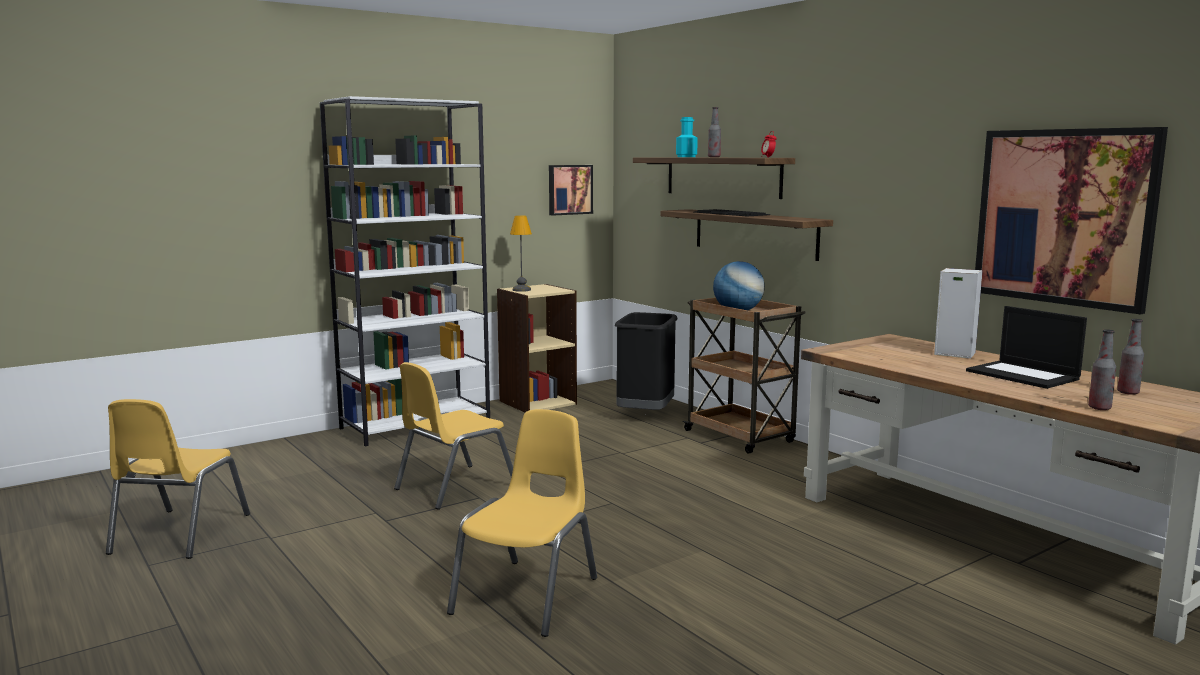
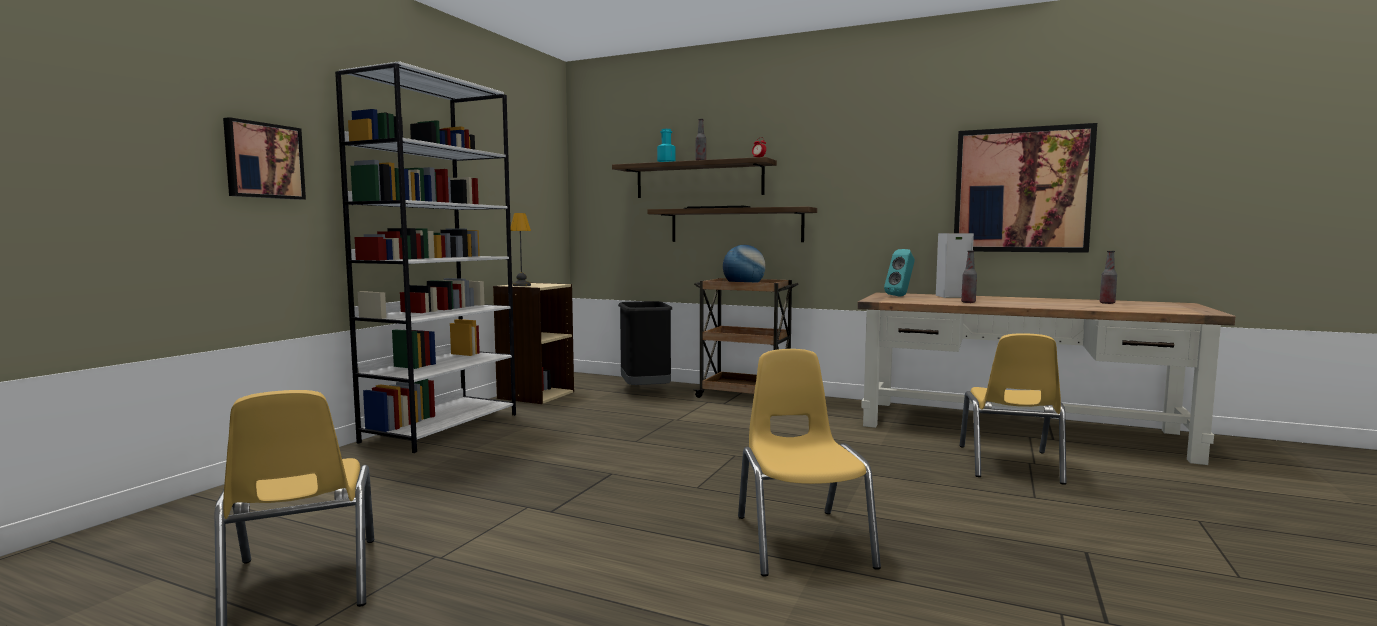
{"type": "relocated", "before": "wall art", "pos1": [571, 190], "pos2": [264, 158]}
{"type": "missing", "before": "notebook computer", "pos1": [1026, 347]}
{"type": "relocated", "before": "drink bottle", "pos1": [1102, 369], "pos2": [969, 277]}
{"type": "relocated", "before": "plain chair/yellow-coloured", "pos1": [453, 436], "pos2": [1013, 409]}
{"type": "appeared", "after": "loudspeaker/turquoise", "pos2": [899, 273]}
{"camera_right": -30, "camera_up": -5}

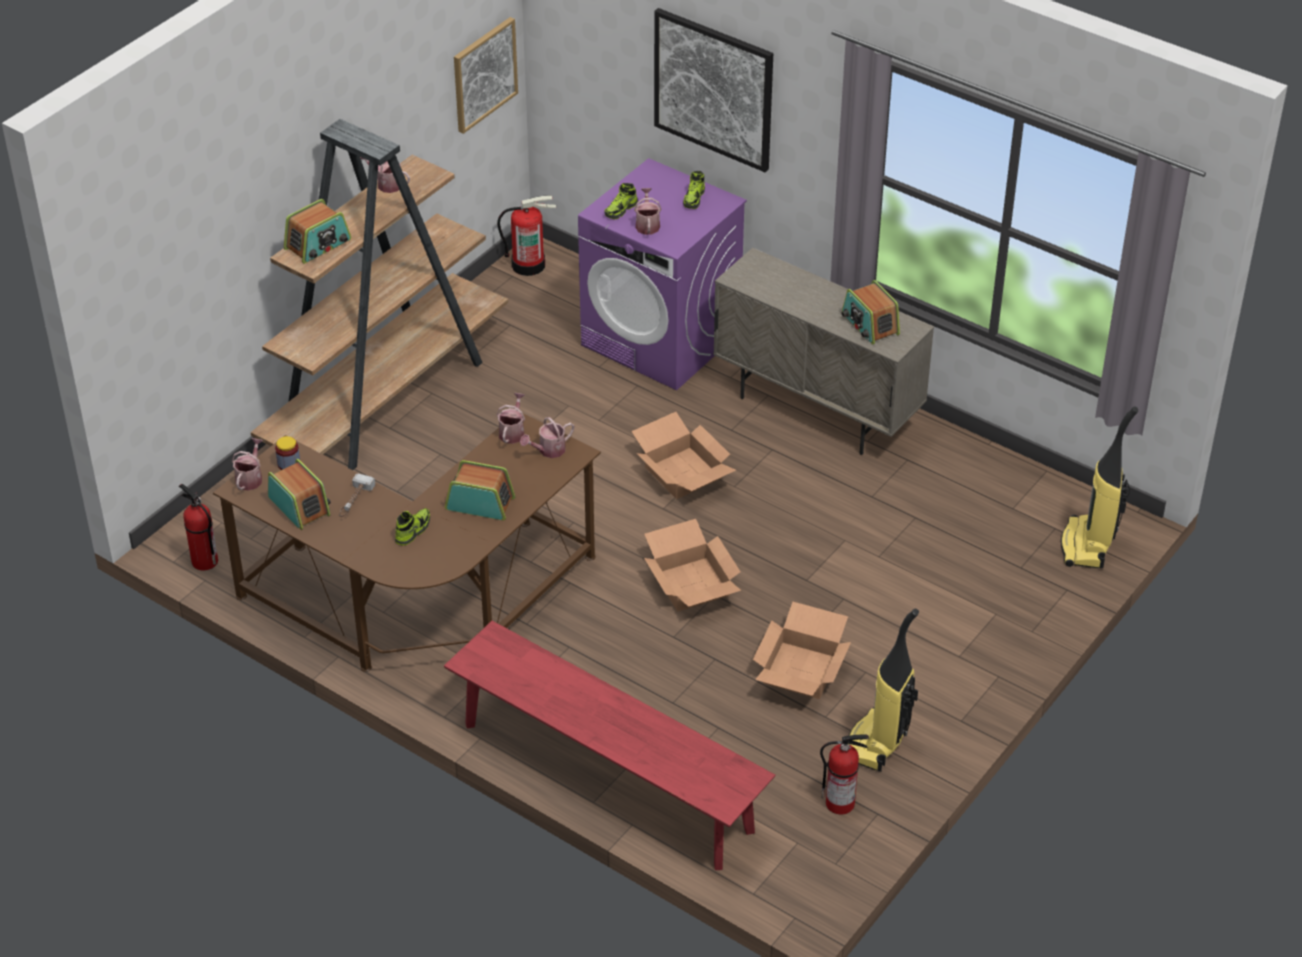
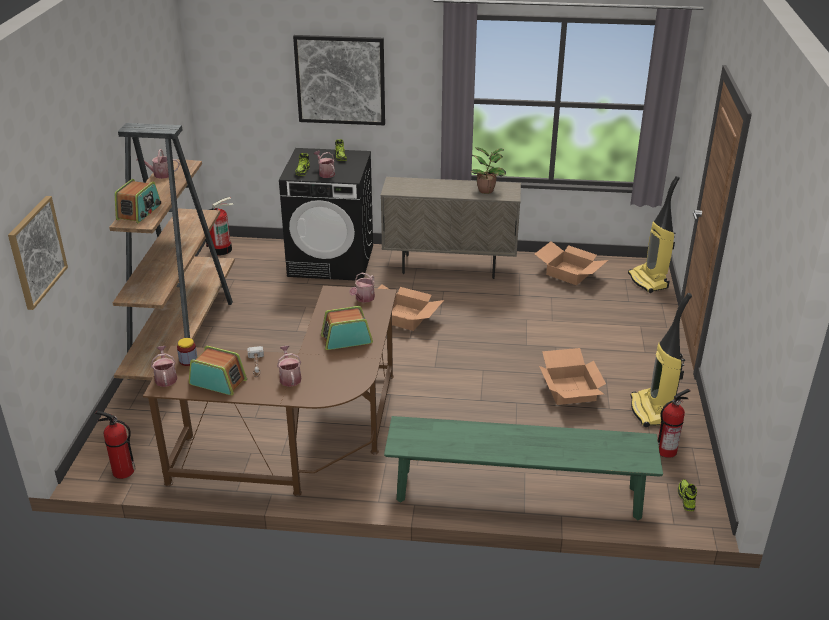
{"type": "relocated", "before": "wall art", "pos1": [486, 75], "pos2": [38, 253]}
{"type": "colour", "before": "laundry appliance/purple", "after": "laundry appliance/blackish", "pos1": [662, 274], "pos2": [326, 214]}
{"type": "exchanged", "before": "radio", "after": "houseplant", "pos1": [870, 312], "pos2": [488, 170]}
{"type": "relocated", "before": "watering can", "pos1": [510, 418], "pos2": [289, 366]}
{"type": "relocated", "before": "shoe", "pos1": [412, 527], "pos2": [687, 495]}
{"type": "relocated", "before": "carton", "pos1": [693, 565], "pos2": [571, 263]}
{"type": "colour", "before": "indoor bench/red", "after": "indoor bench/green", "pos1": [609, 745], "pos2": [523, 468]}
{"camera_right": -30, "camera_up": -10}

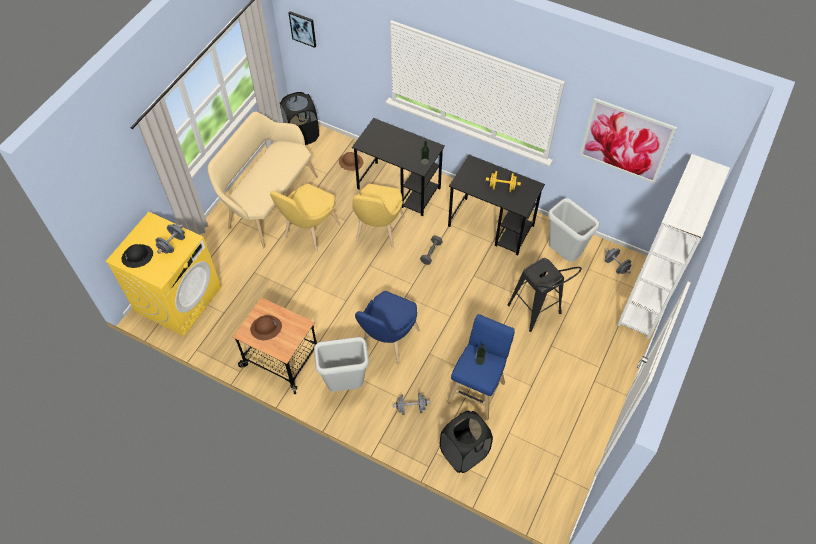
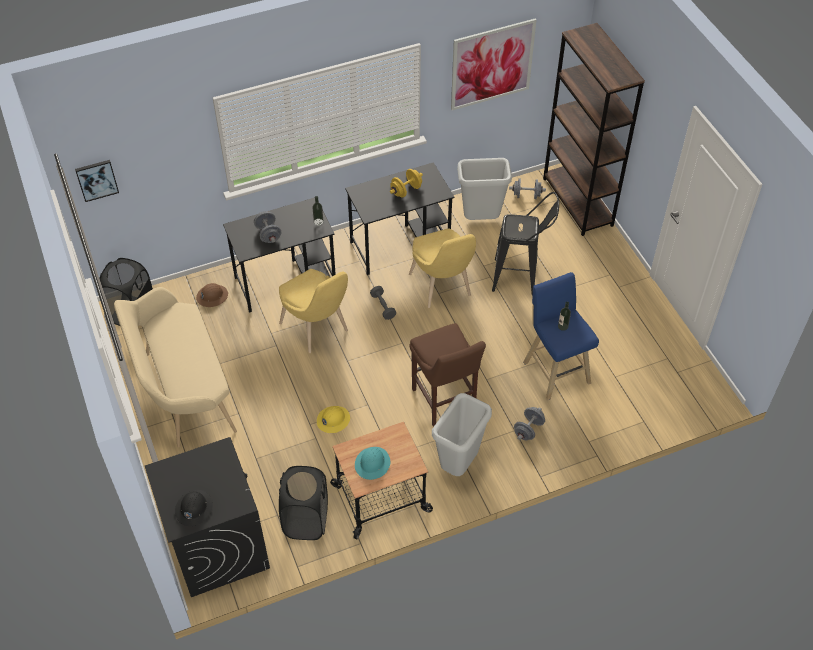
{"type": "colour", "before": "shelving unit/whitish", "after": "shelving unit/brown-coloured", "pos1": [673, 246], "pos2": [594, 129]}
{"type": "relocated", "before": "plain chair/yellow-coloured", "pos1": [305, 218], "pos2": [442, 268]}
{"type": "colour", "before": "laundry appliance/yellow-coloured", "after": "laundry appliance/blackish", "pos1": [163, 274], "pos2": [207, 517]}
{"type": "relocated", "before": "free weight/grey", "pos1": [170, 239], "pos2": [267, 227]}
{"type": "exchanged", "before": "plain chair/blue-coloured", "after": "sitting stool/brown-coloured", "pos1": [387, 328], "pos2": [447, 375]}
{"type": "colour", "before": "work helmet/brown-coloured", "after": "work helmet/turquoise", "pos1": [266, 327], "pos2": [372, 463]}
{"type": "relocated", "before": "washing basket/blackish", "pos1": [466, 442], "pos2": [303, 503]}
{"type": "appeared", "after": "work helmet/yellow-coloured", "pos2": [333, 419]}
{"camera_right": -50, "camera_up": -5}

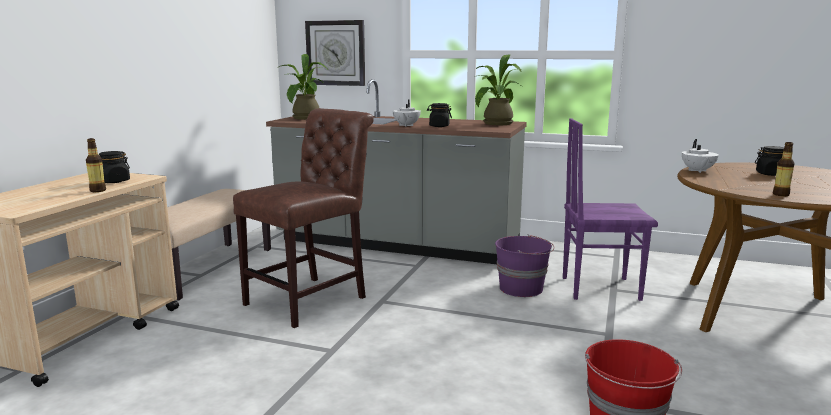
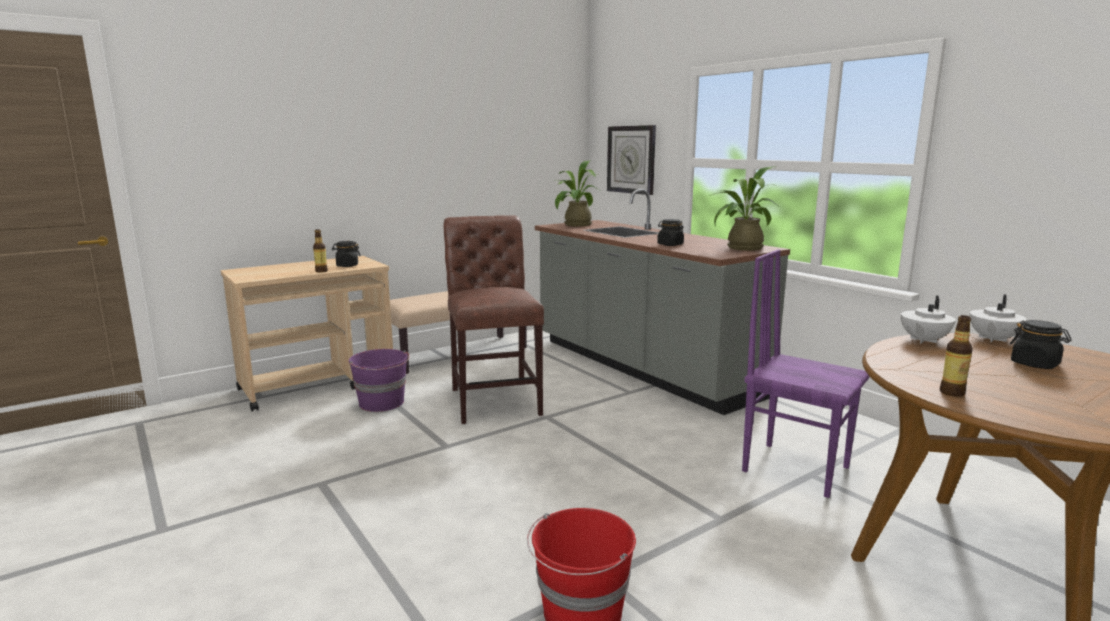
{"type": "relocated", "before": "teapot/whitish", "pos1": [407, 113], "pos2": [998, 318]}
{"type": "spun", "before": "plain chair/brown-coloured", "pos1": [303, 218], "pos2": [493, 319], "turn": -90}
{"type": "relocated", "before": "bucket/purple", "pos1": [524, 265], "pos2": [379, 380]}
{"camera_right": 35, "camera_up": 0}

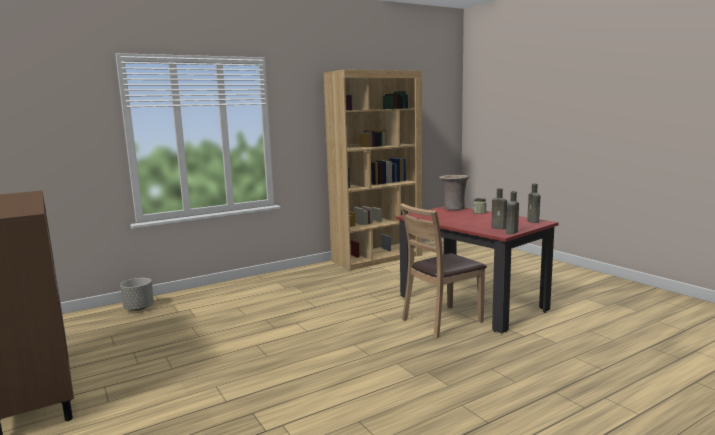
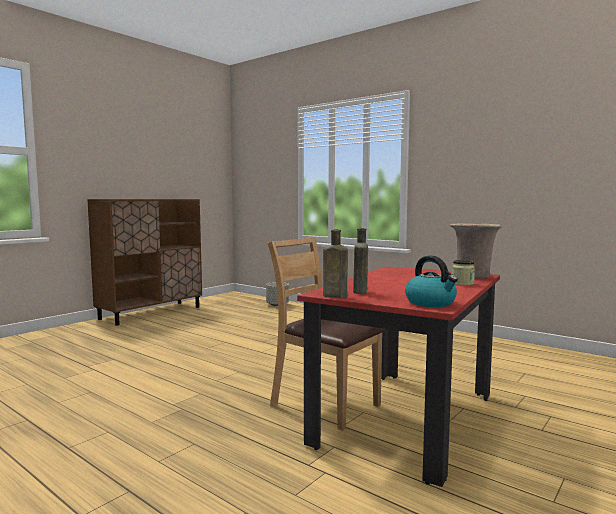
{"type": "missing", "before": "shelving unit/brown-coloured", "pos1": [373, 169]}
{"type": "exchanged", "before": "drink bottle/brown-coloured", "after": "tea kettle", "pos1": [533, 203], "pos2": [431, 281]}
{"camera_right": 70, "camera_up": -5}

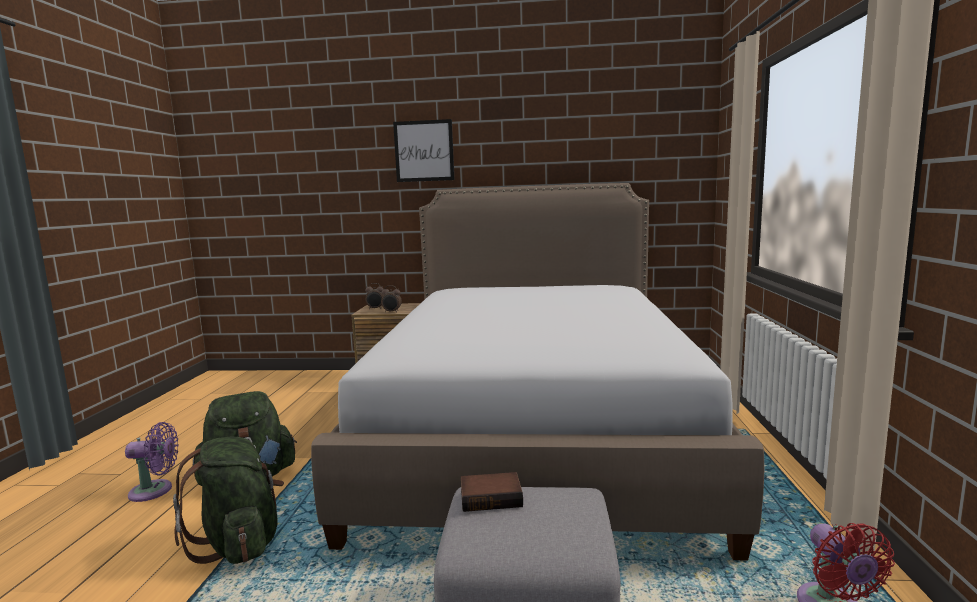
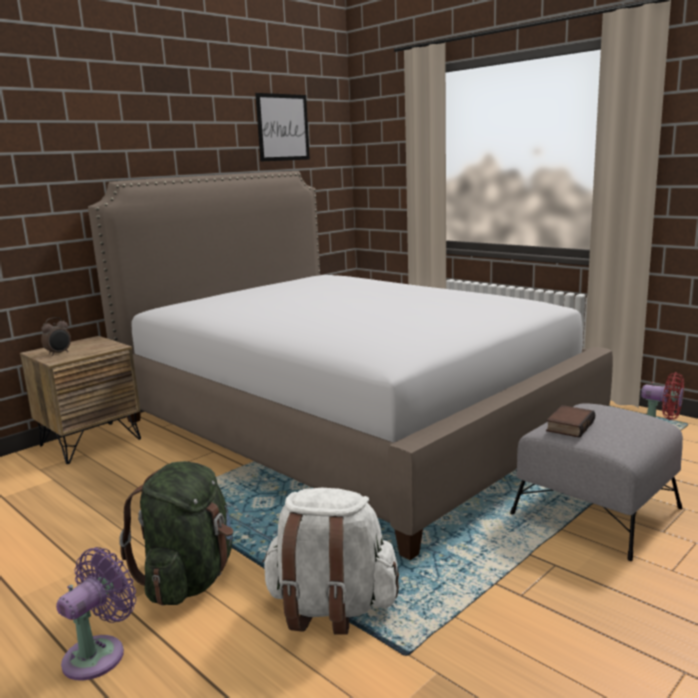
{"type": "relocated", "before": "wall art", "pos1": [423, 150], "pos2": [282, 127]}
{"type": "missing", "before": "bedside clock", "pos1": [391, 299]}
{"type": "colour", "before": "knapsack/green", "after": "knapsack/whitish", "pos1": [228, 500], "pos2": [330, 561]}
{"camera_right": -50, "camera_up": 5}

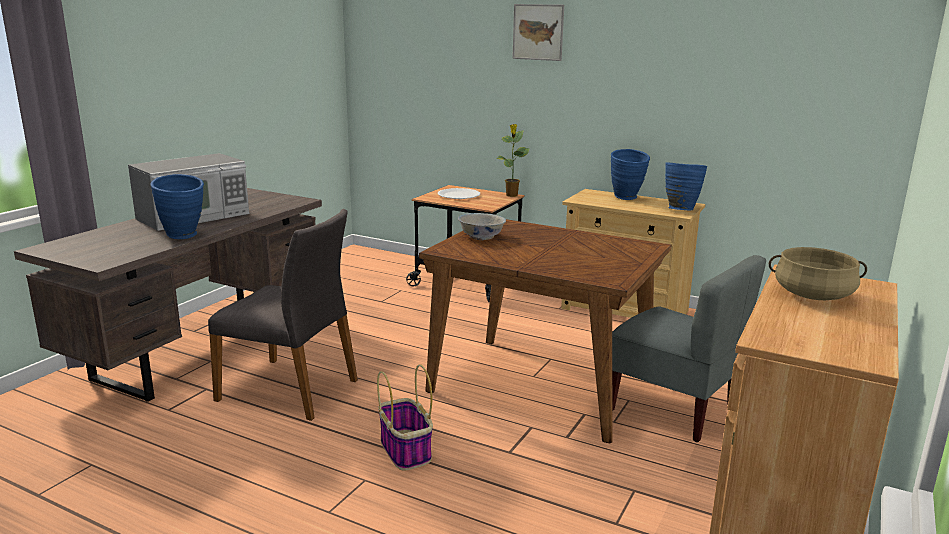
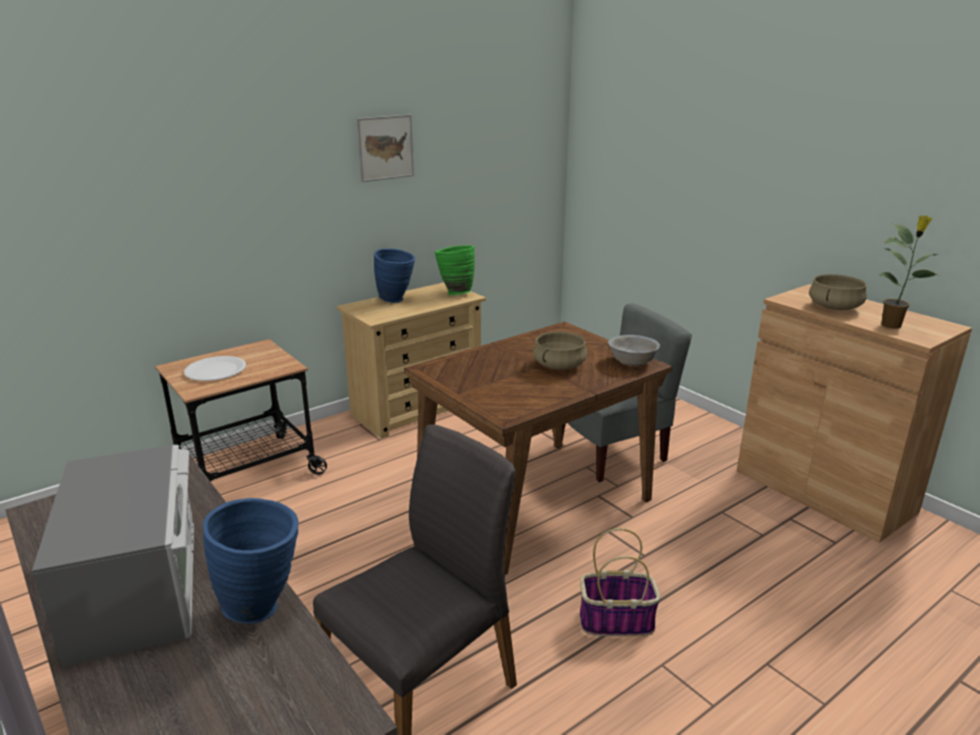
{"type": "relocated", "before": "wall art", "pos1": [538, 32], "pos2": [385, 148]}
{"type": "relocated", "before": "houseplant", "pos1": [513, 160], "pos2": [909, 272]}
{"type": "colour", "before": "vase/blue-coloured", "after": "vase/green", "pos1": [686, 186], "pos2": [454, 270]}
{"type": "relocated", "before": "bowl/whitish", "pos1": [482, 226], "pos2": [634, 351]}
{"type": "appeared", "after": "saucepot/beige-coloured", "pos2": [560, 351]}
{"camera_right": -65, "camera_up": 5}

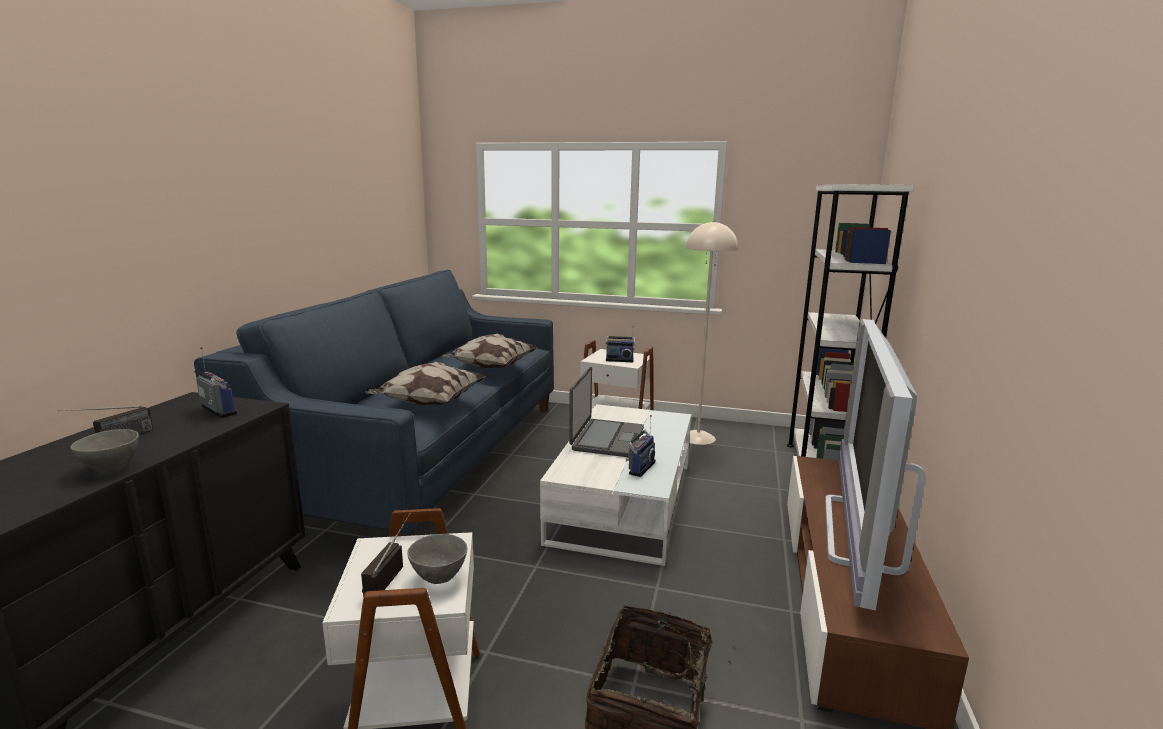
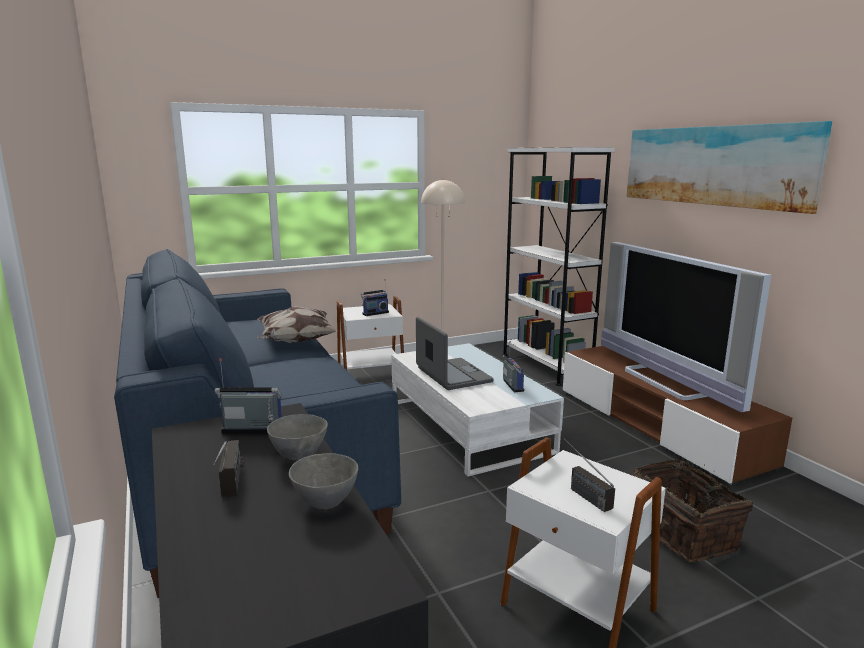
{"type": "missing", "before": "pillow", "pos1": [425, 383]}
{"type": "relocated", "before": "bowl/grey", "pos1": [437, 559], "pos2": [297, 437]}
{"type": "appeared", "after": "wall art", "pos2": [729, 167]}
{"camera_right": -40, "camera_up": 0}

